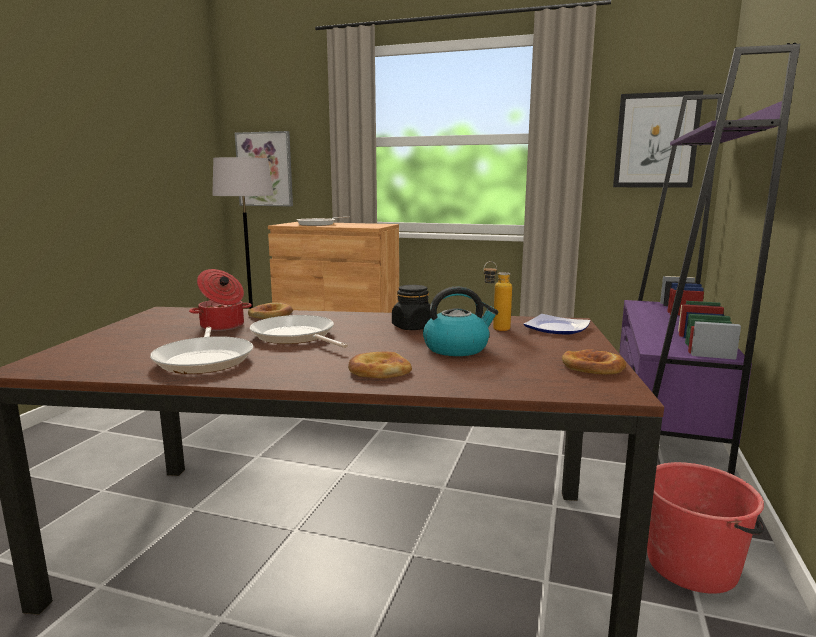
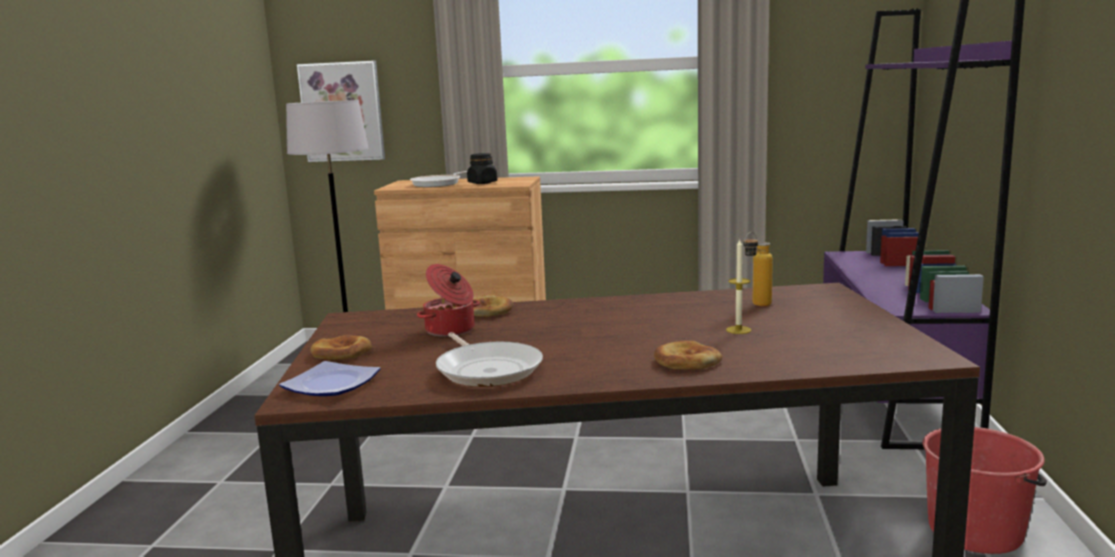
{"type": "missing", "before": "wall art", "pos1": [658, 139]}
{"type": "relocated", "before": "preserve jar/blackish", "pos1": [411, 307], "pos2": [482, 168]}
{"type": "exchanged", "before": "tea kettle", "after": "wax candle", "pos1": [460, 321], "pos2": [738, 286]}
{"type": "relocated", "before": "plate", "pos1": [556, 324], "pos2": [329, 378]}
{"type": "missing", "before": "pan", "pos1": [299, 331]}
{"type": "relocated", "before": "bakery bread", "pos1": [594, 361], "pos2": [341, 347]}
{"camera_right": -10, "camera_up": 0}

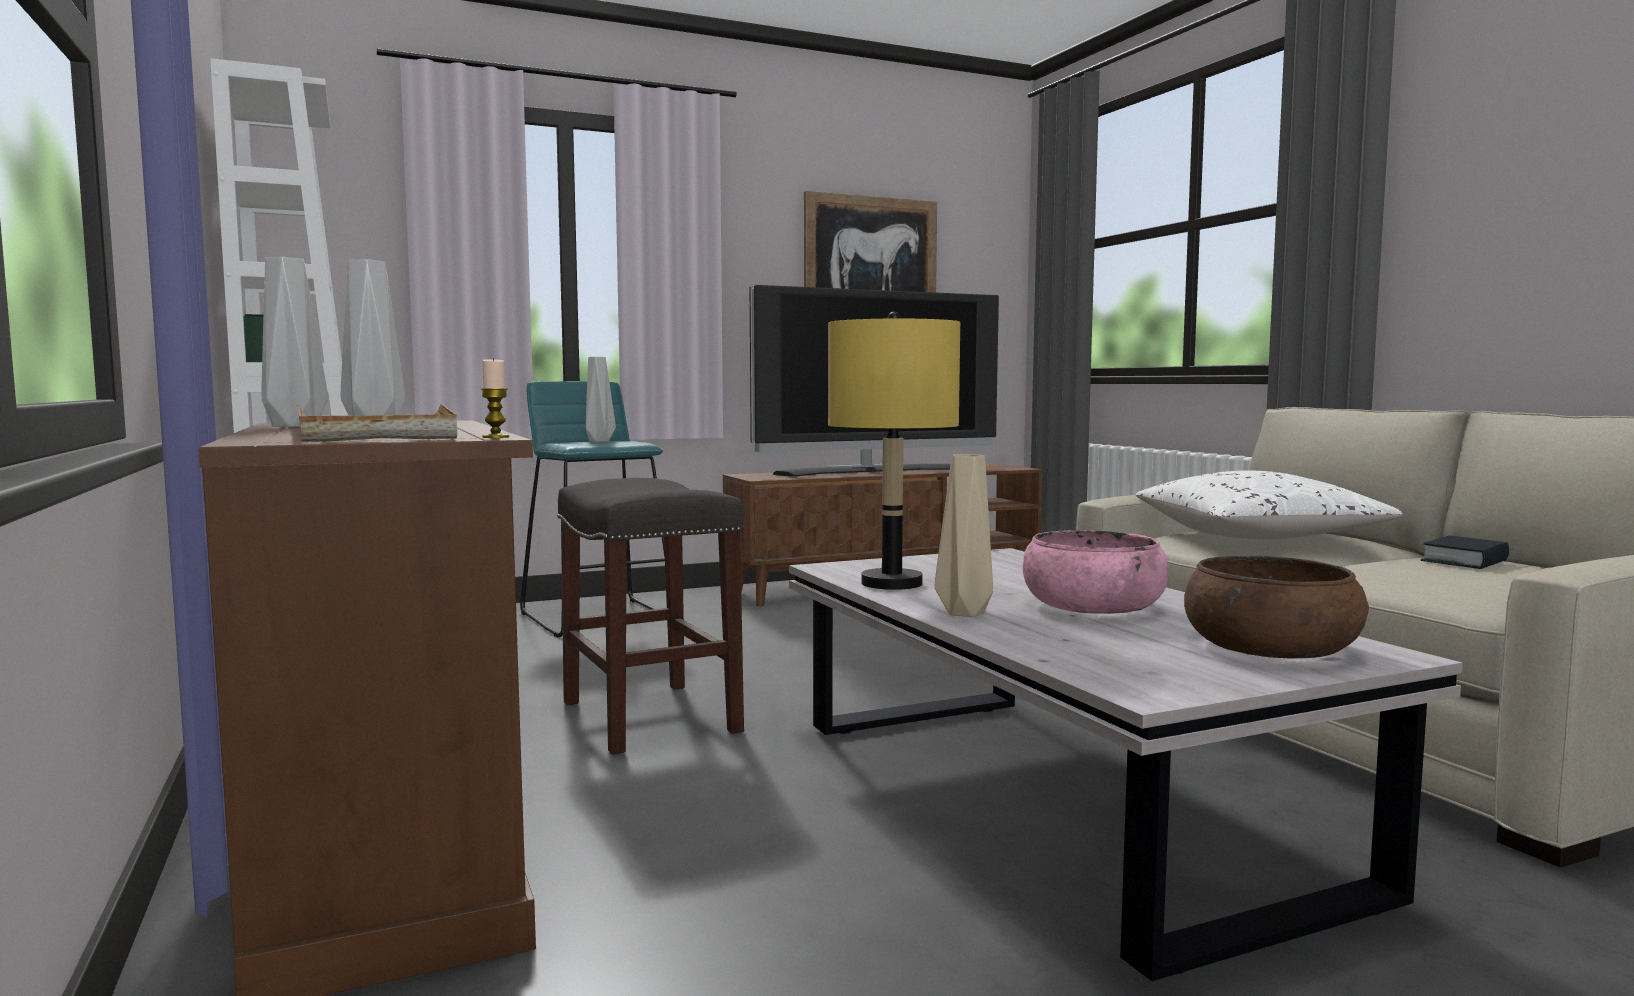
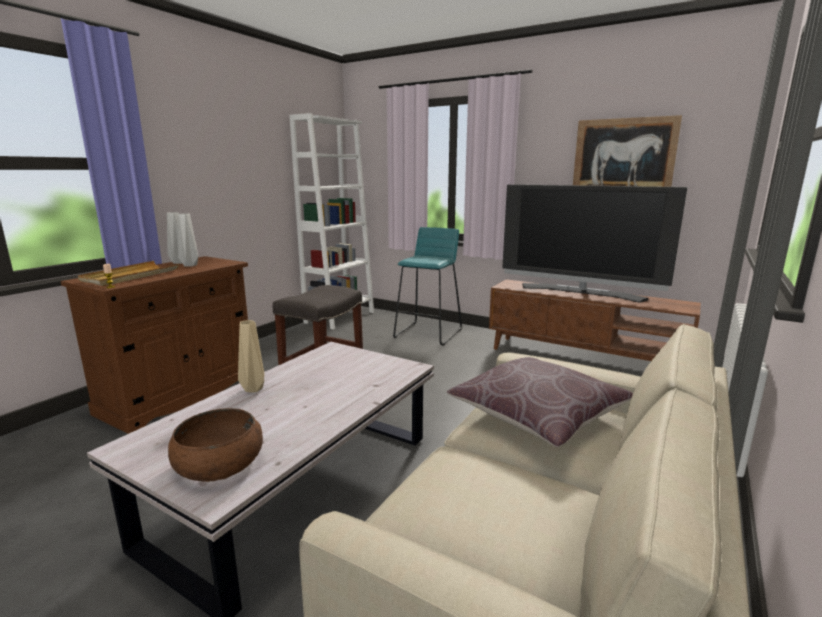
{"type": "missing", "before": "tabletop lamp/yellow-coloured", "pos1": [894, 451]}
{"type": "missing", "before": "vase/grey", "pos1": [600, 399]}
{"type": "colour", "before": "pillow/whitish", "after": "pillow/brown-coloured", "pos1": [1269, 504], "pos2": [540, 402]}
{"type": "missing", "before": "bowl/pink", "pos1": [1095, 572]}
{"type": "missing", "before": "volume", "pos1": [1465, 552]}
{"camera_right": 55, "camera_up": 10}

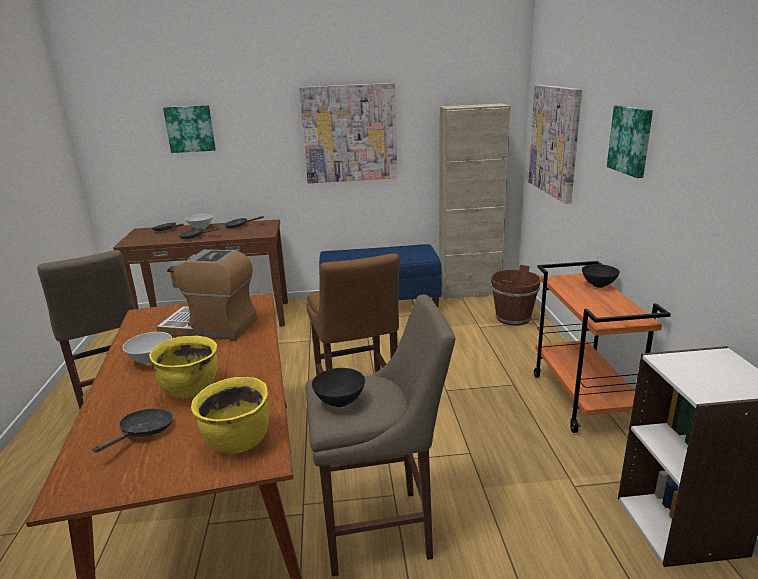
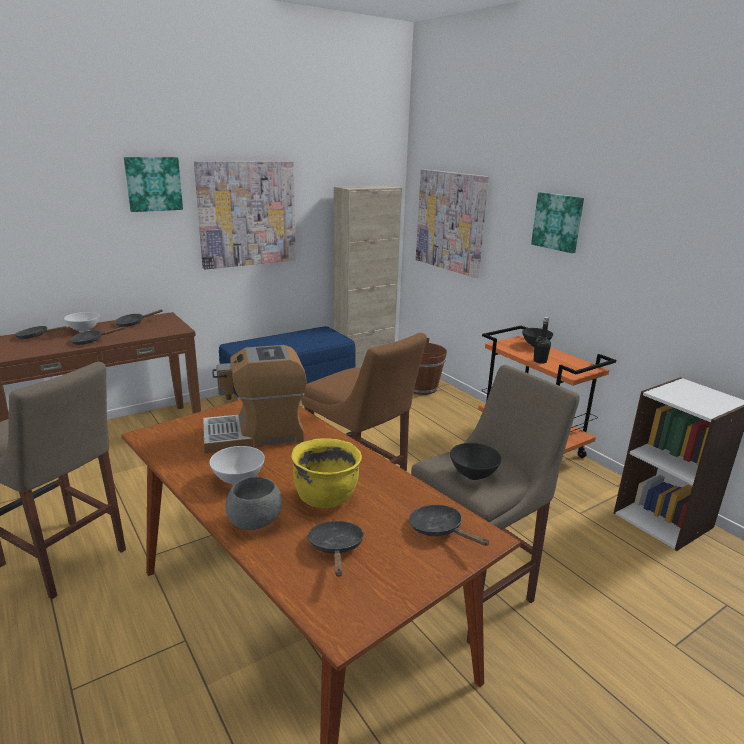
{"type": "relocated", "before": "wall art", "pos1": [189, 129], "pos2": [153, 184]}
{"type": "exchanged", "before": "saucepot/yellow-coloured", "after": "pan/blackish", "pos1": [230, 415], "pos2": [449, 525]}
{"type": "appeared", "after": "drink bottle/blackish", "pos2": [542, 340]}
{"type": "appeared", "after": "bowl/grey", "pos2": [253, 503]}
{"camera_right": -30, "camera_up": 0}

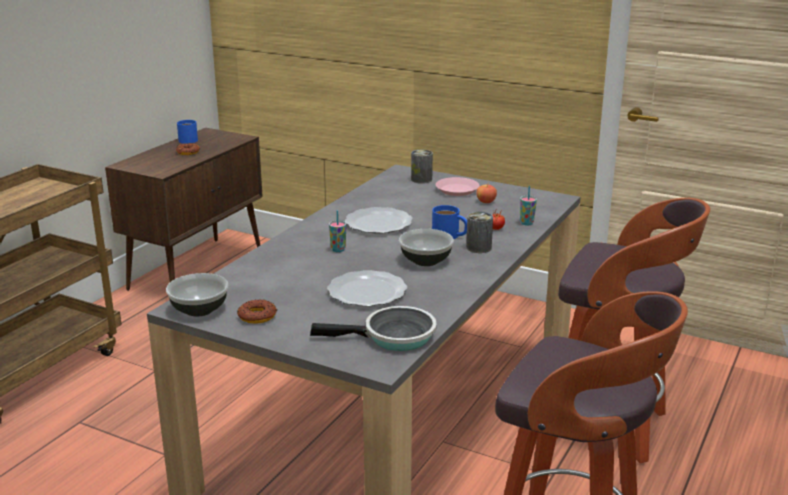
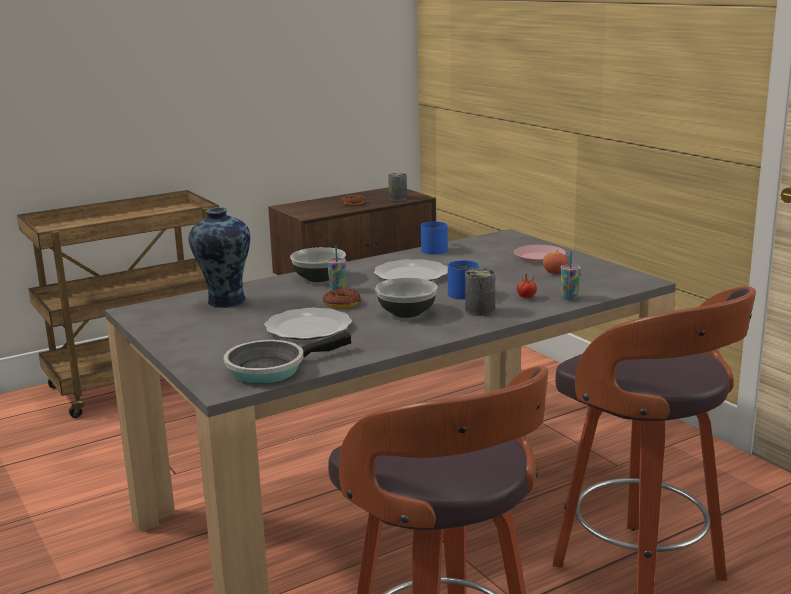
{"type": "relocated", "before": "mug/blue-coloured", "pos1": [187, 132], "pos2": [434, 238]}
{"type": "relocated", "before": "metal can", "pos1": [422, 167], "pos2": [397, 187]}
{"type": "relocated", "before": "bowl", "pos1": [197, 295], "pos2": [318, 264]}
{"type": "relocated", "before": "doughnut", "pos1": [257, 312], "pos2": [342, 298]}
{"type": "spun", "before": "pan", "pos1": [373, 328], "pos2": [287, 357], "turn": 120}
{"type": "appeared", "after": "vase", "pos2": [219, 257]}
{"camera_right": 30, "camera_up": -5}

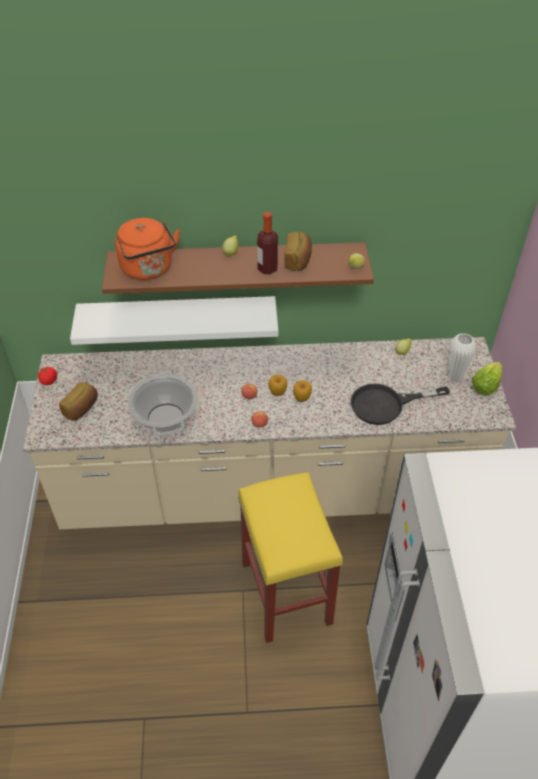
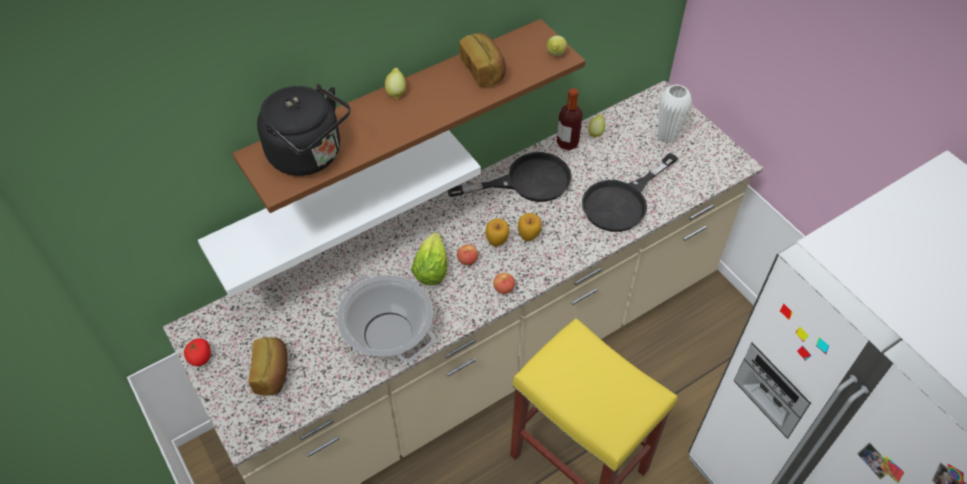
{"type": "relocated", "before": "drink bottle", "pos1": [267, 243], "pos2": [570, 119]}
{"type": "colour", "before": "tea kettle/orange-coloured", "after": "tea kettle/blackish", "pos1": [147, 249], "pos2": [304, 130]}
{"type": "relocated", "before": "lettuce", "pos1": [487, 379], "pos2": [429, 259]}
{"type": "appeared", "after": "pan/blackish", "pos2": [509, 177]}
{"camera_right": -30, "camera_up": 5}

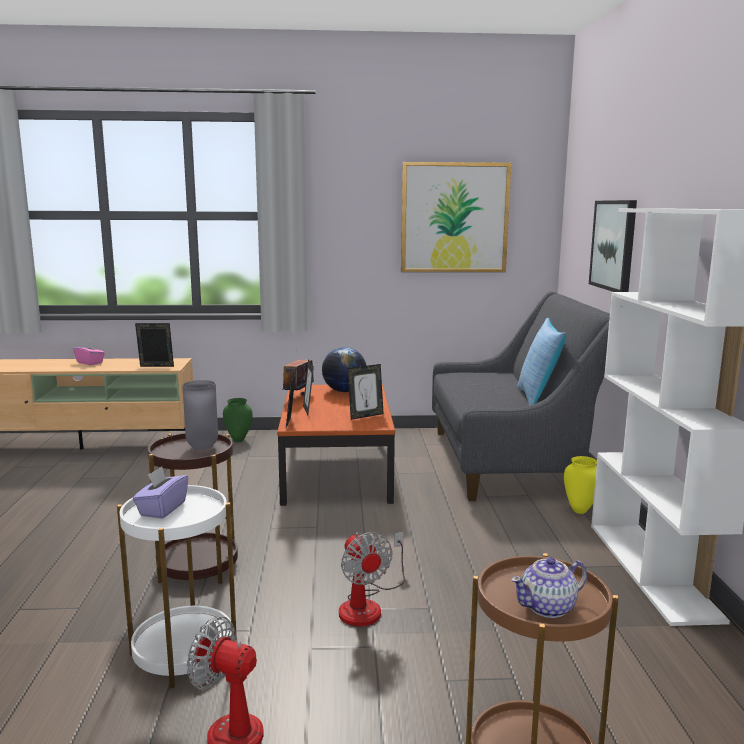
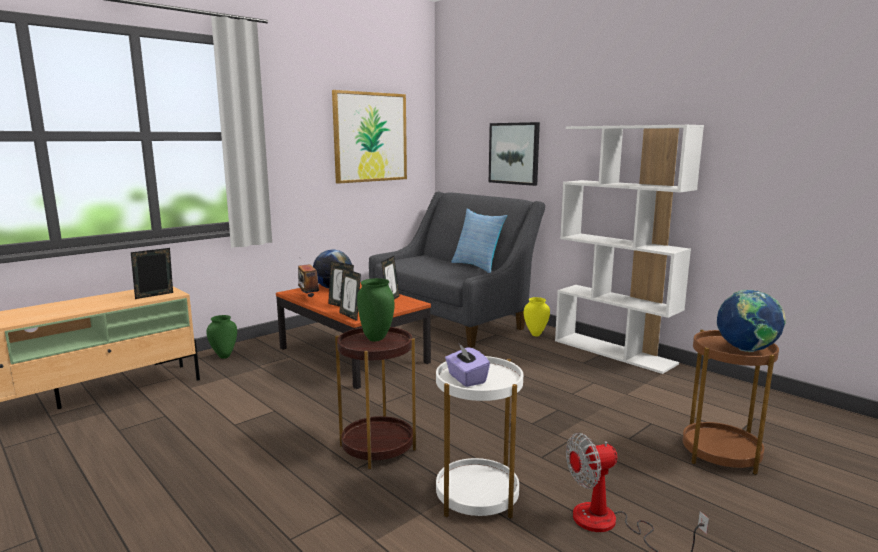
{"type": "missing", "before": "tissue box/pink", "pos1": [89, 353]}
{"type": "colour", "before": "vase/grey", "after": "vase/green", "pos1": [200, 415], "pos2": [376, 309]}
{"type": "missing", "before": "electric fan", "pos1": [372, 579]}
{"type": "exchanged", "before": "teapot", "after": "world globe", "pos1": [549, 587], "pos2": [751, 321]}
{"camera_right": -40, "camera_up": 0}

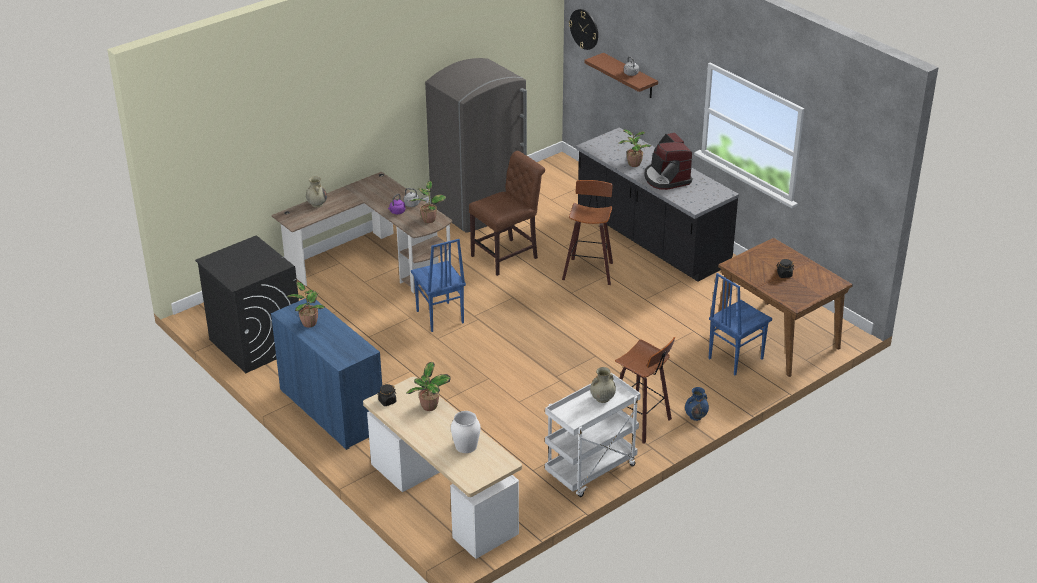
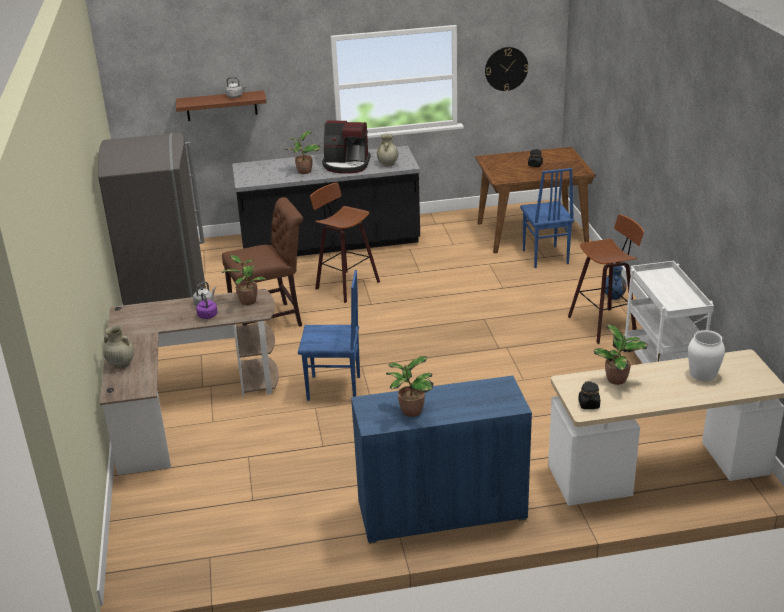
{"type": "relocated", "before": "wall clock", "pos1": [583, 29], "pos2": [506, 69]}
{"type": "spun", "before": "plain chair/brown-coloured", "pos1": [507, 213], "pos2": [262, 262], "turn": 75}
{"type": "missing", "before": "laundry appliance/blackish", "pos1": [247, 304]}
{"type": "relocated", "before": "vase/beige-coloured", "pos1": [603, 385], "pos2": [387, 150]}
{"camera_right": -60, "camera_up": -5}

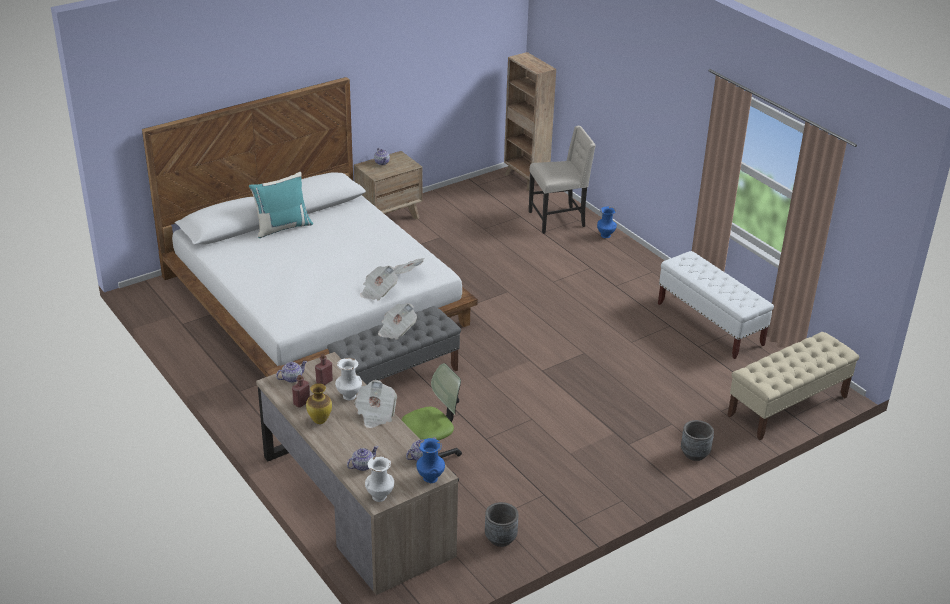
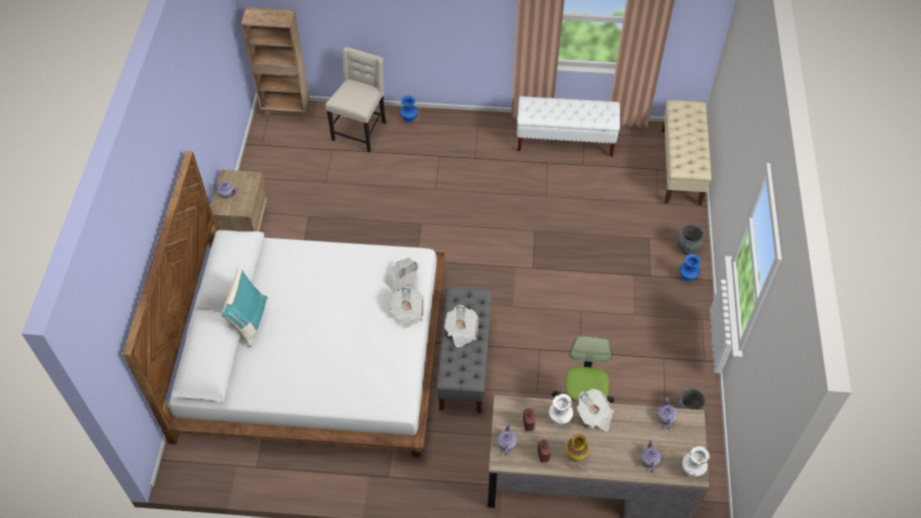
{"type": "relocated", "before": "vase/blue-coloured", "pos1": [430, 460], "pos2": [690, 268]}
{"camera_right": -50, "camera_up": 20}

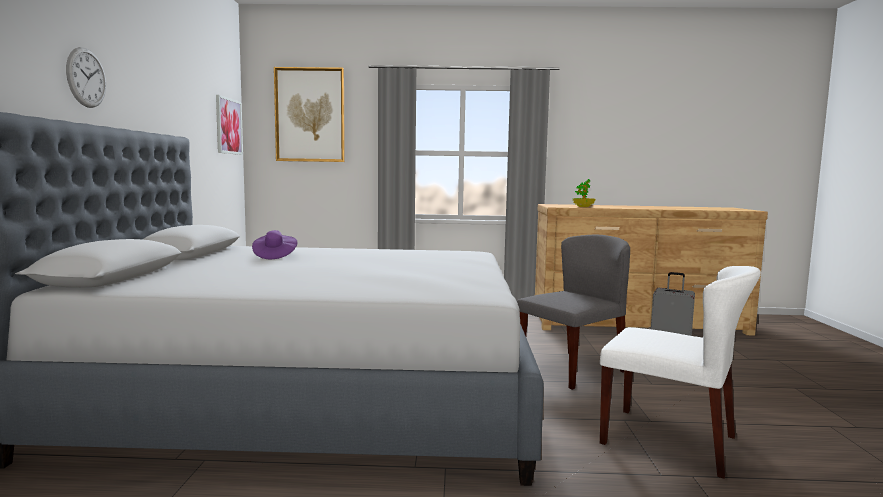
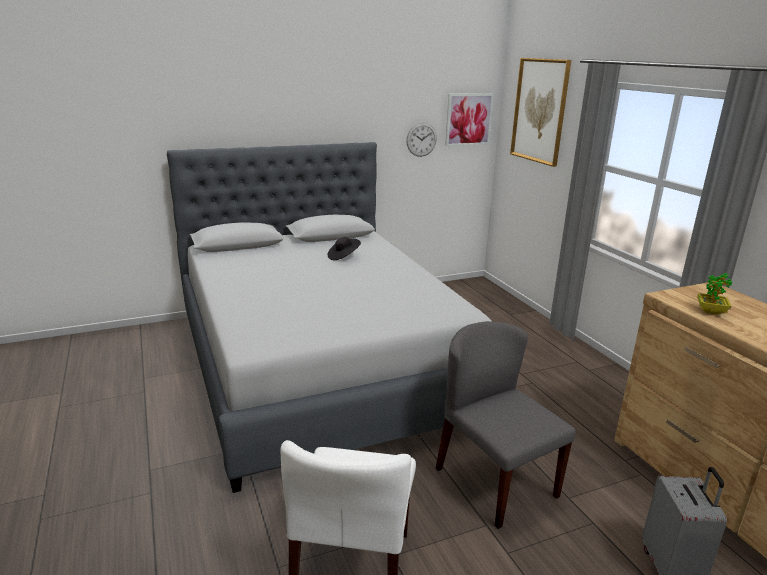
{"type": "relocated", "before": "wall clock", "pos1": [86, 77], "pos2": [421, 139]}
{"type": "colour", "before": "clothing hat/purple", "after": "clothing hat/blackish", "pos1": [274, 244], "pos2": [344, 248]}
{"type": "spun", "before": "plain chair/grey", "pos1": [573, 312], "pos2": [506, 425], "turn": -150}
{"camera_right": 65, "camera_up": 15}

